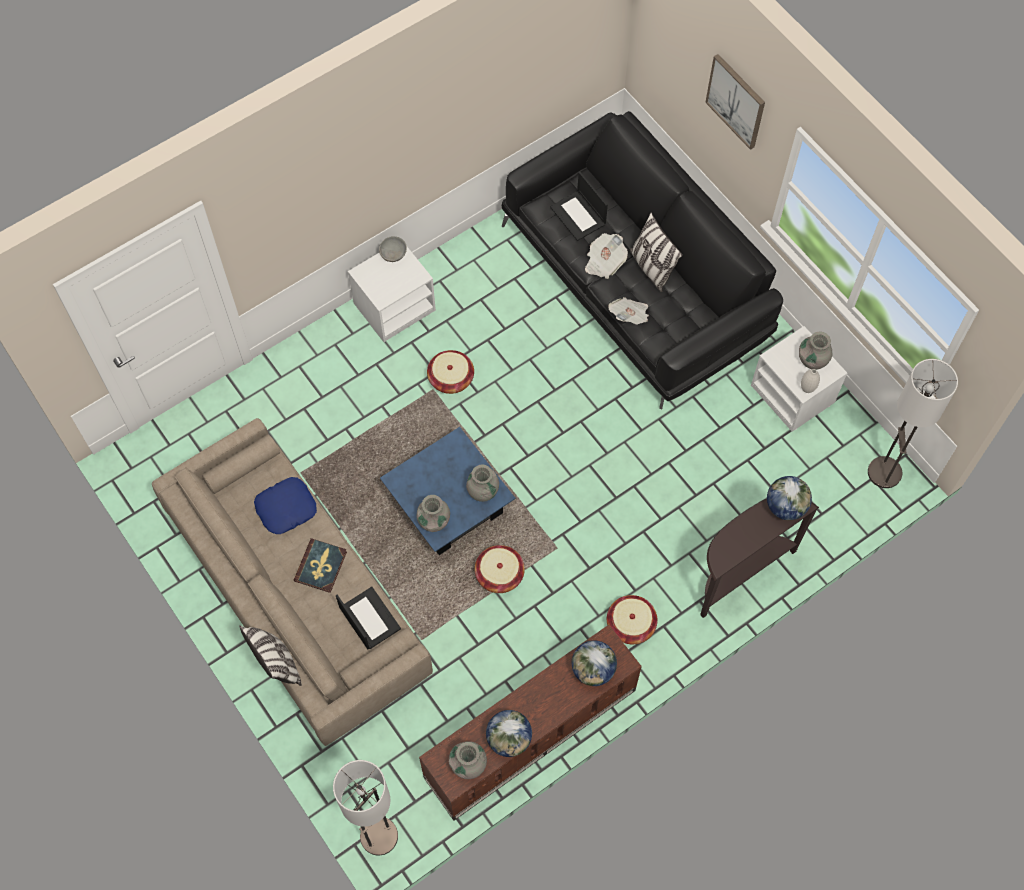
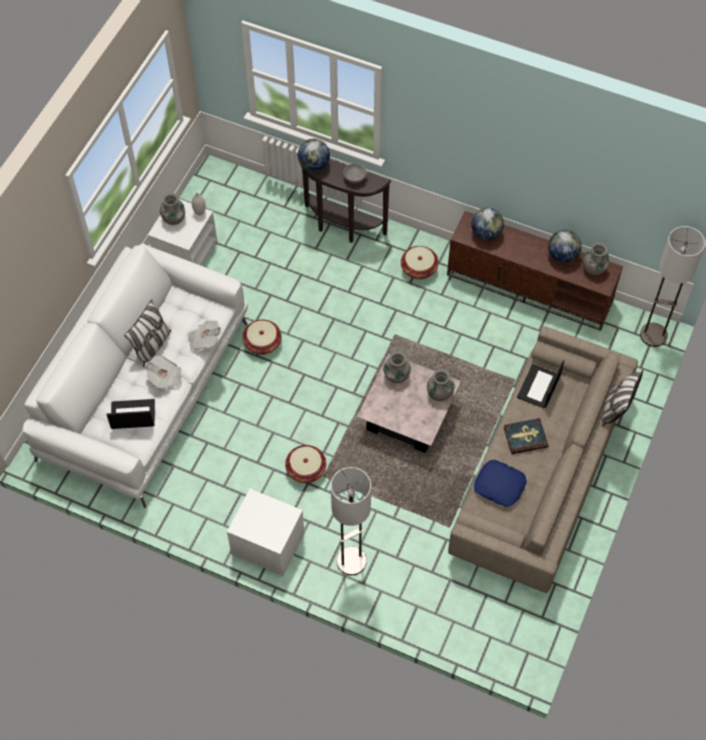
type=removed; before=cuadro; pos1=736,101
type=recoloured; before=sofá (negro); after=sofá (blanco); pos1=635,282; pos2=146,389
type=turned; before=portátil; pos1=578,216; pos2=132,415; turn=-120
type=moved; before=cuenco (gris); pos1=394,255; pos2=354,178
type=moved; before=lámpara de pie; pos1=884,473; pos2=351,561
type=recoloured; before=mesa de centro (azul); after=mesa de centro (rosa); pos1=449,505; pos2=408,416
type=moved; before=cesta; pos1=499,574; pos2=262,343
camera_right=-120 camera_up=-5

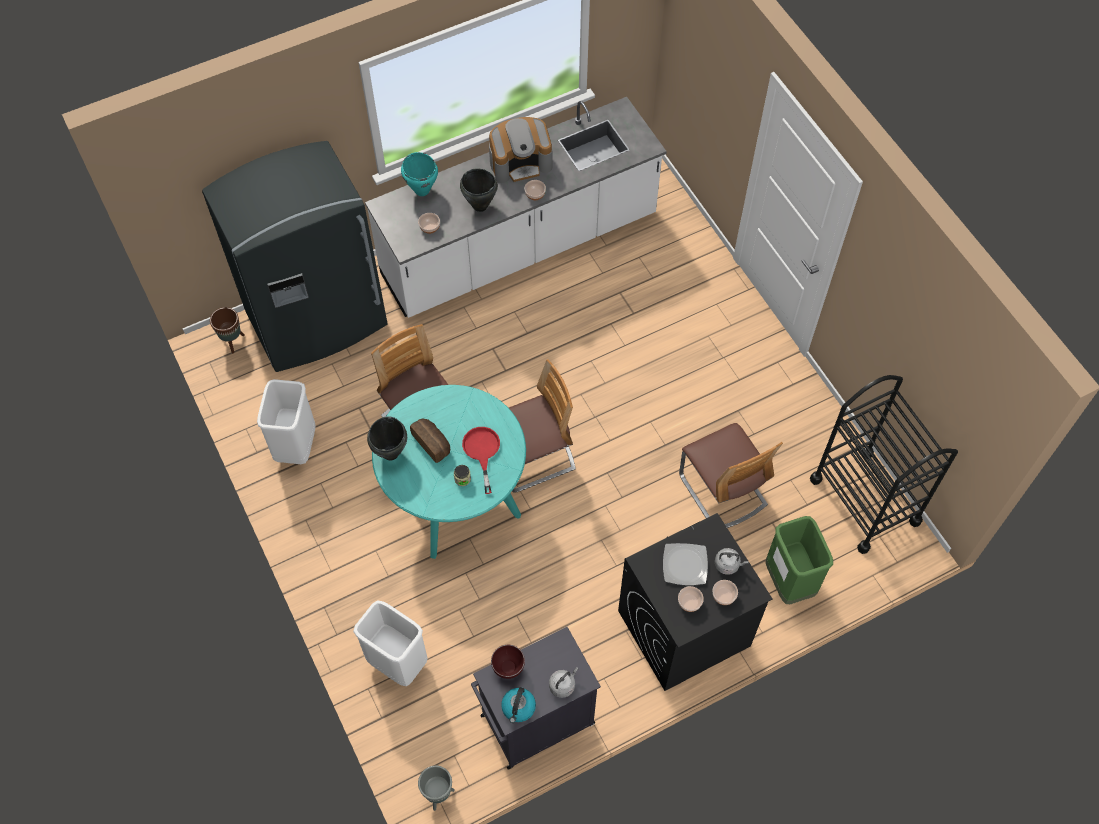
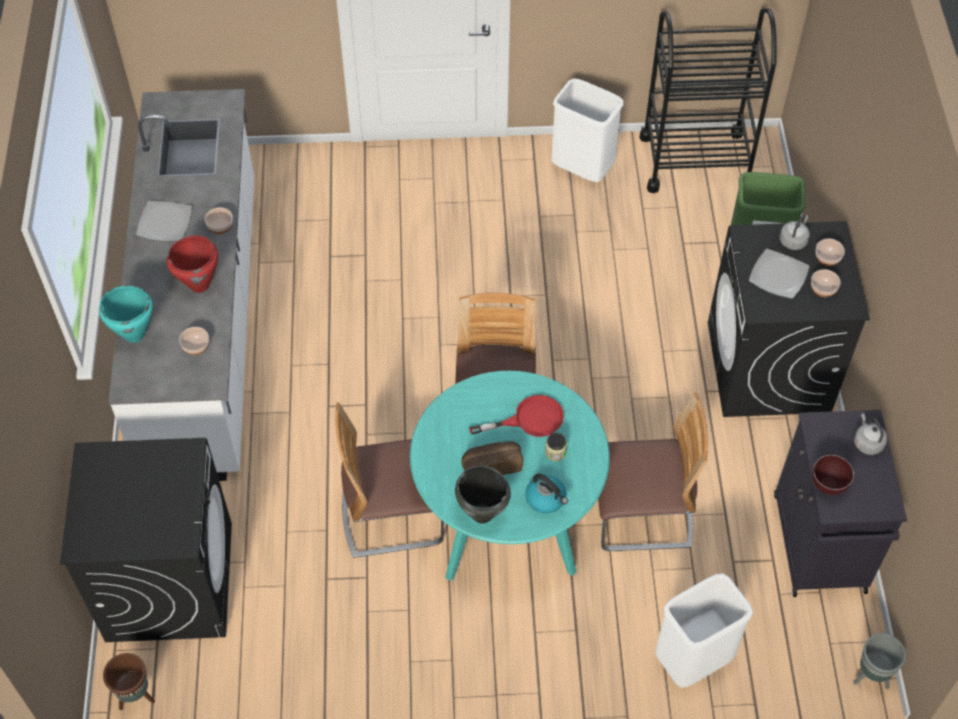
type=replaced; before=cafetera; after=plato; pos1=520,162; pos2=164,223
type=replaced; before=nevera (gris); after=lavadora (negro); pos1=318,321; pos2=169,581
type=recoloured; before=olla (negro); after=olla (rojo); pos1=480,206; pos2=200,285
type=moved; before=papelera (blanco); pos1=296,447; pos2=582,170
type=moved; before=silla; pos1=722,490; pos2=641,514
type=turned; before=sartén (rojo); pos1=482,452; pos2=529,420; turn=150
type=moved; before=hervidor; pos1=518,708; pos2=546,499
camera_right=-65 camera_up=-5

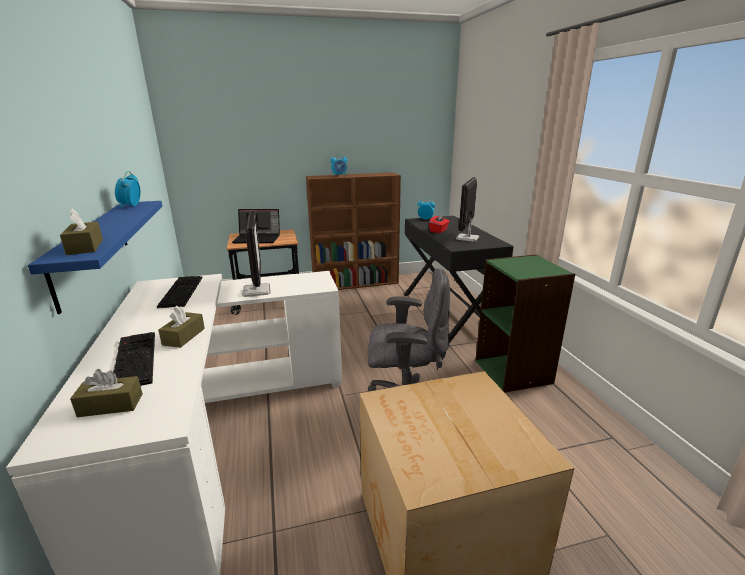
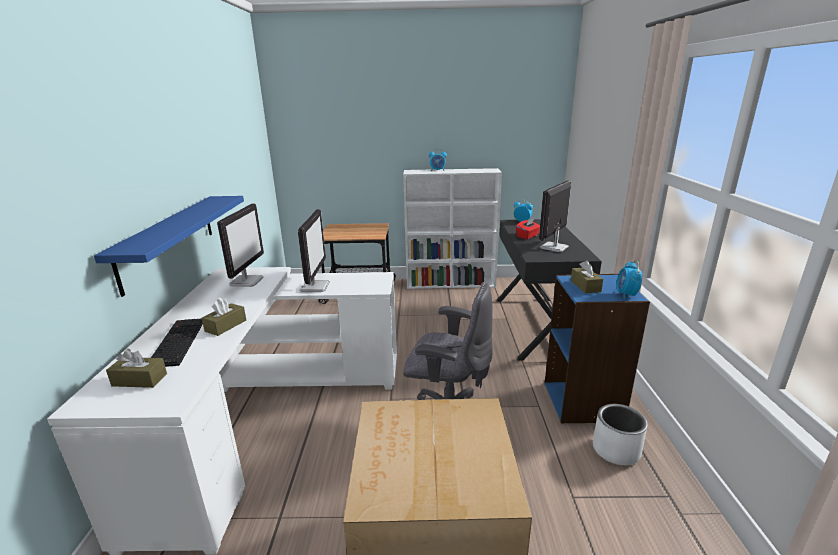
type=moved; before=despertador; pos1=131,206; pos2=626,295
type=recoloured; before=estantería (marrón); after=estantería (blanco); pos1=356,283; pos2=451,283
type=moved; before=caja de pañuelos (marrón); pos1=85,247; pos2=585,286
type=removed; before=portátil; pos1=258,238
type=recoloured; before=estantería (verde); after=estantería (azul); pos1=514,371; pos2=583,401
type=replaced; before=teclado; after=monitor; pos1=180,291; pos2=246,281
type=added; after=maceta (blanco); pos2=616,450
camera_right=15 camera_up=0

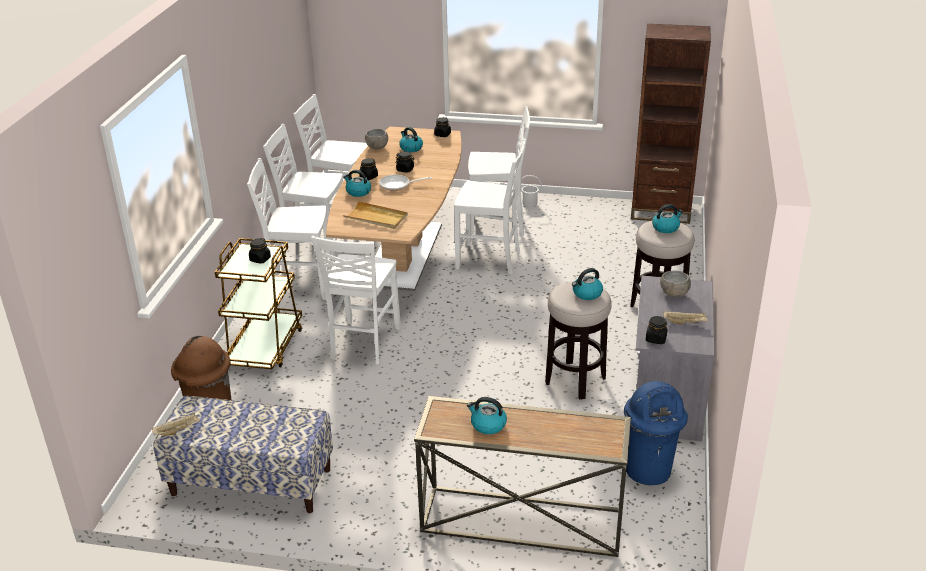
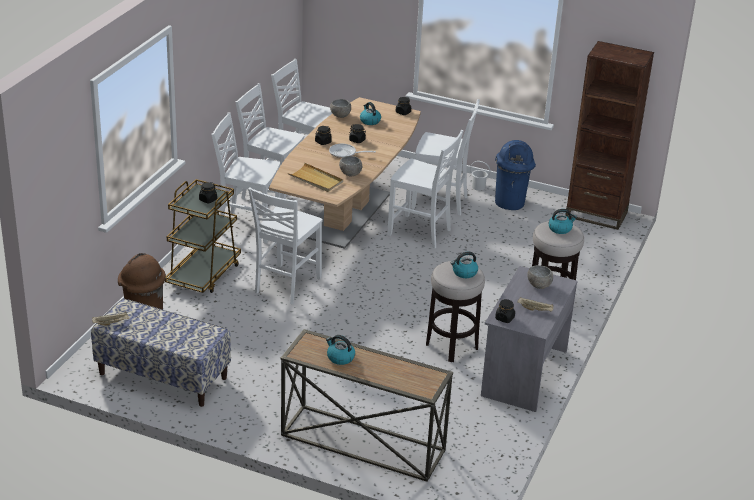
type=removed; before=hervidor; pos1=358,192
type=moved; before=papelera (azul); pos1=649,470; pos2=510,203
type=added; after=cuenco (gris); pos2=350,174
camera_right=10 camera_up=0

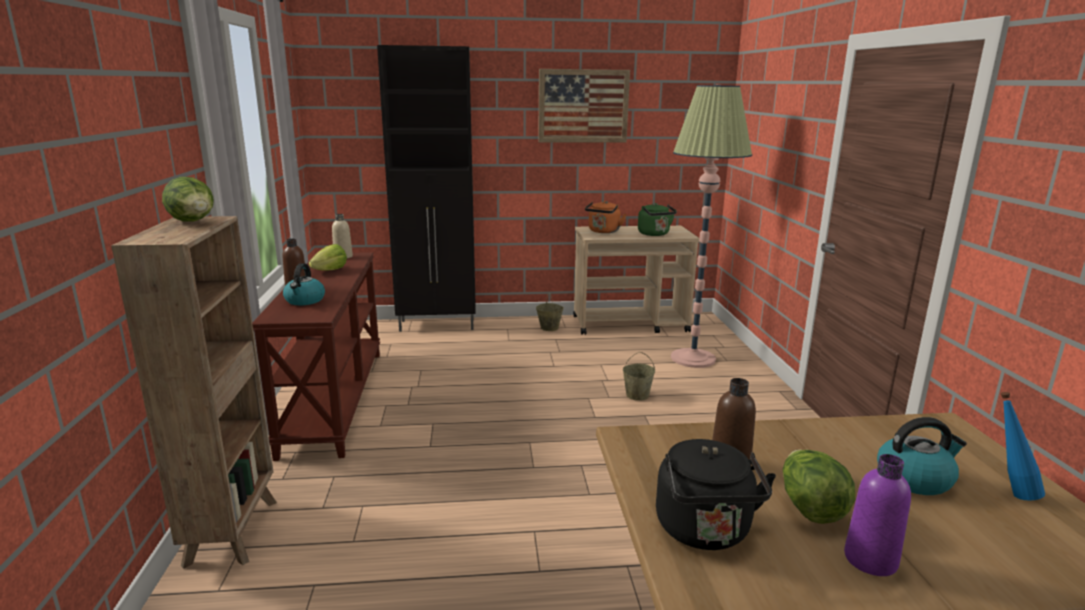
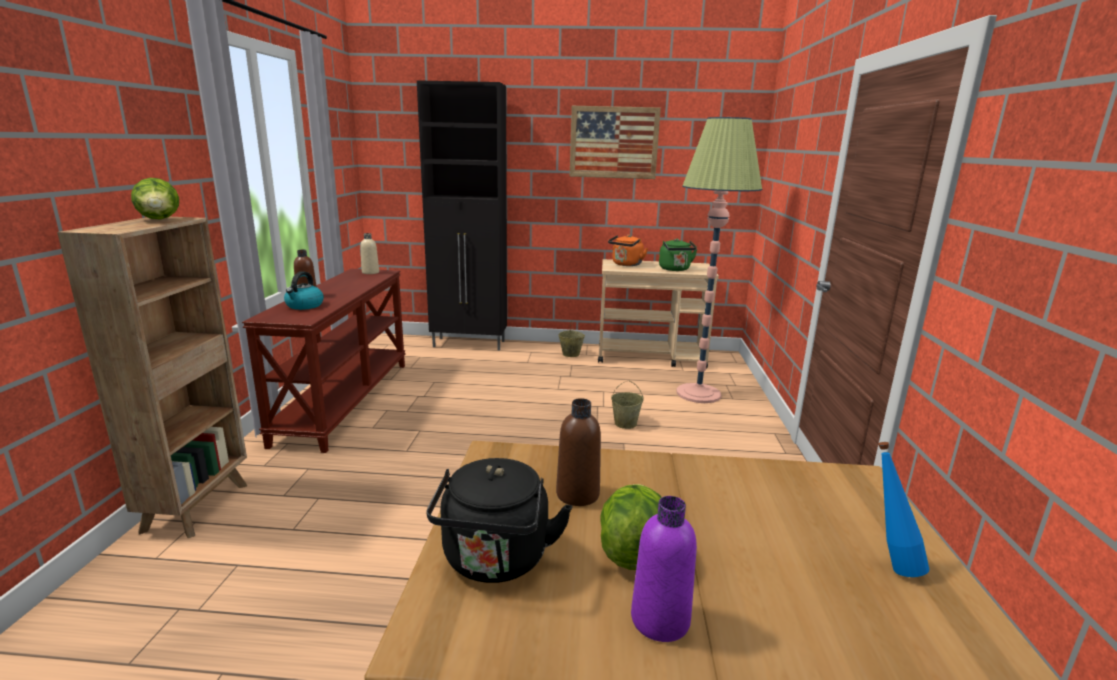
type=removed; before=lechuga; pos1=330,270
type=removed; before=hervidor; pos1=915,478
camera_right=10 camera_up=0

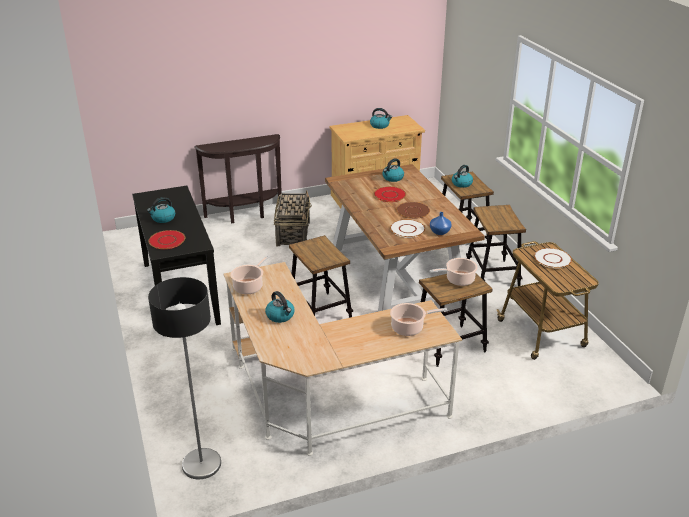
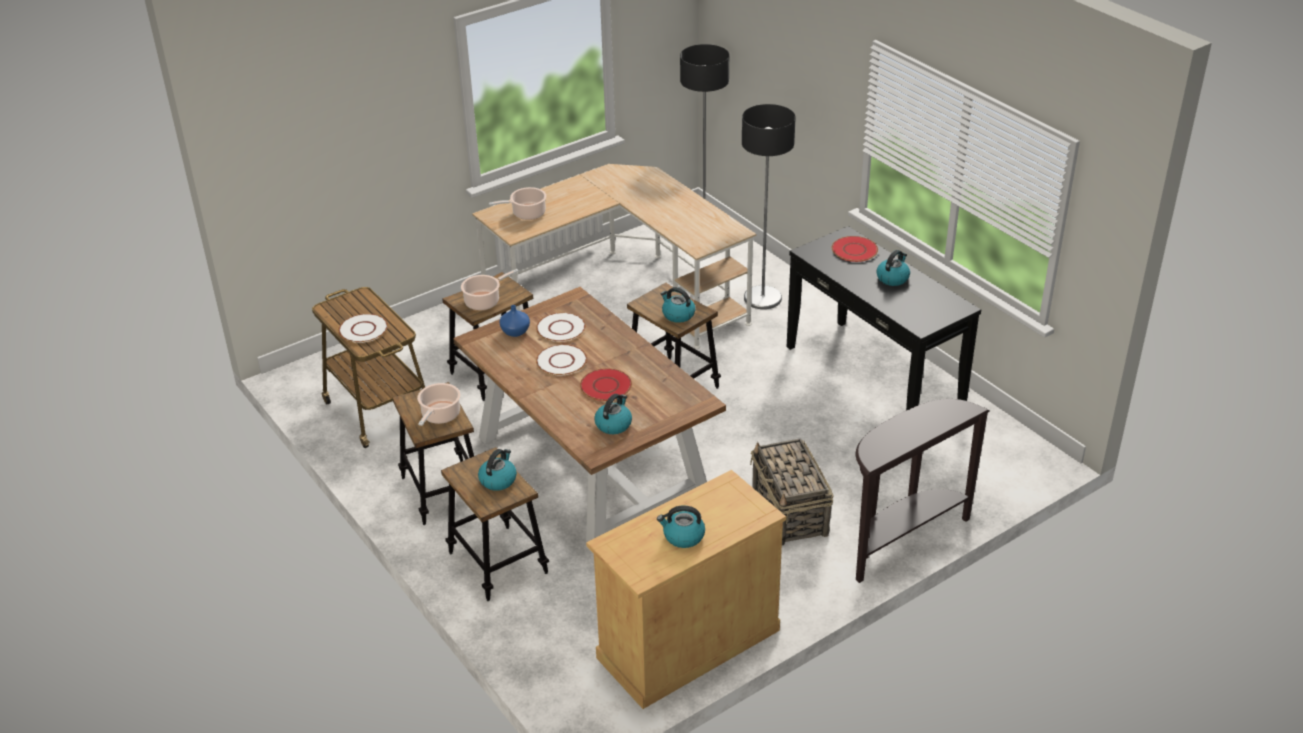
type=recoloured; before=plato (marrón); after=plato (blanco); pos1=413,211; pos2=561,361
type=moved; before=olla; pos1=249,286; pos2=440,416
type=moved; before=hervidor; pos1=280,316; pos2=677,315
type=added; after=lámpara de pie; pos2=762,298
camera_right=165 camera_up=5

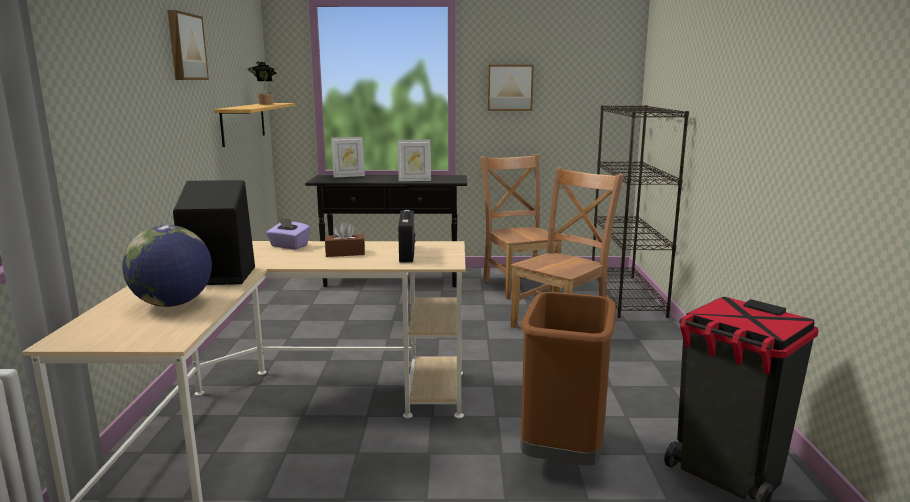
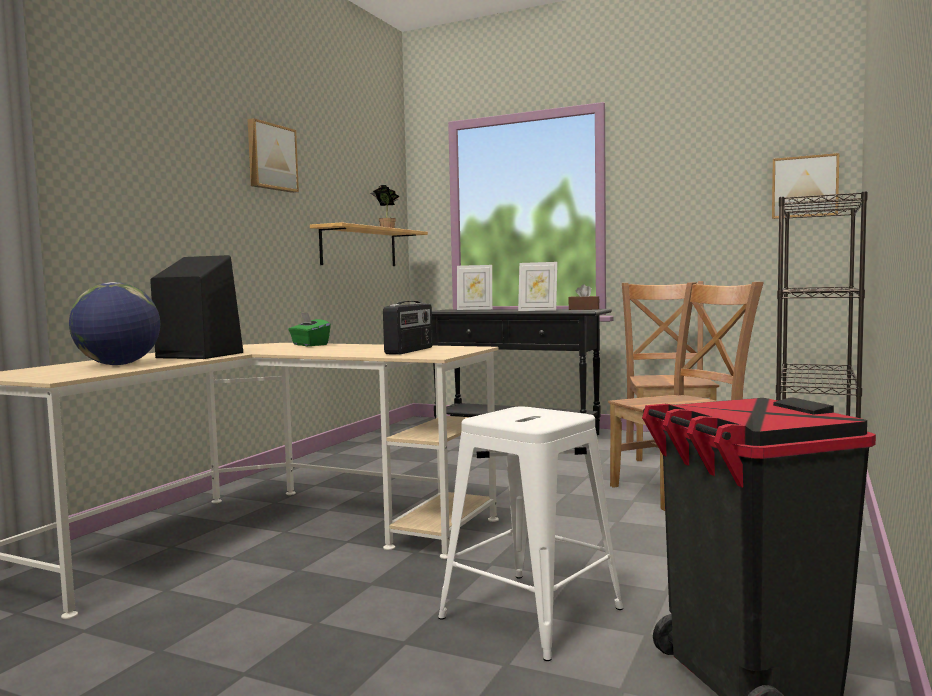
type=moved; before=cuadro; pos1=510,87; pos2=804,187
type=recoloured; before=caja de pañuelos (morado); after=caja de pañuelos (verde); pos1=289,246; pos2=309,345
type=moved; before=caja de pañuelos (marrón); pos1=345,253; pos2=584,309
type=replaced; before=papelera (marrón); after=taburete (blanco); pos1=563,453; pos2=531,613
camera_right=25 camera_up=-10

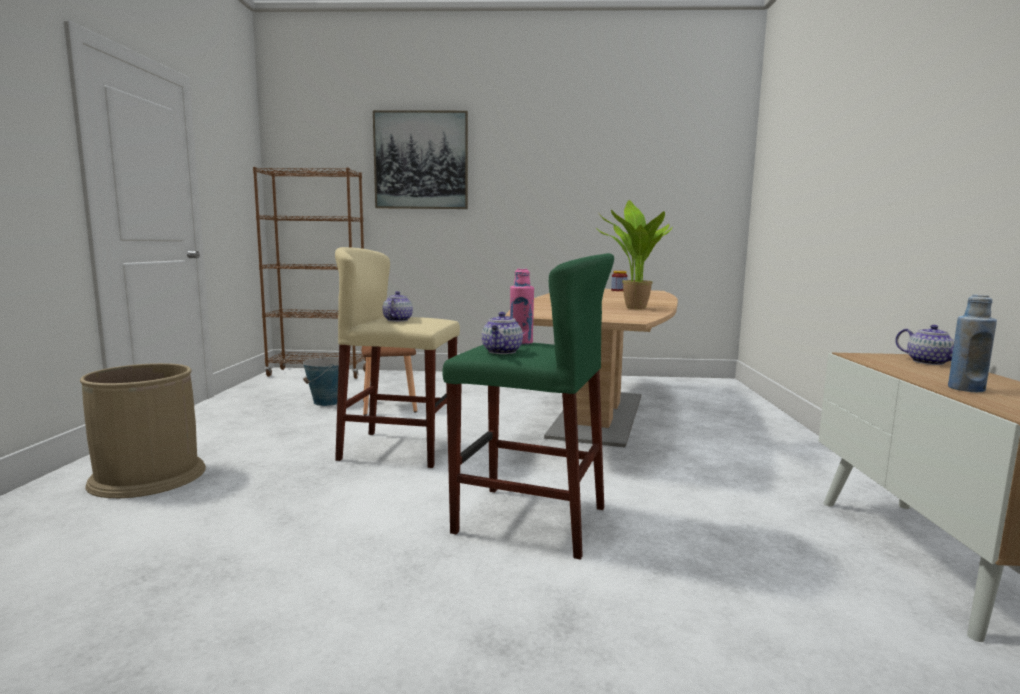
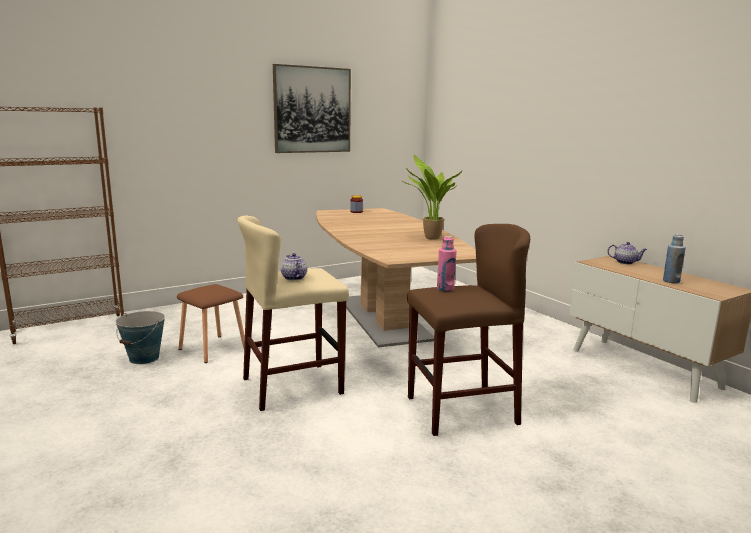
type=moved; before=cuadro; pos1=421,160; pos2=312,110
type=recoloured; before=taburete (verde); after=taburete (marrón); pos1=530,520; pos2=461,410
type=removed; before=tetera; pos1=502,352
type=removed; before=papelera (marrón); pos1=148,476
camera_right=-35 camera_up=5

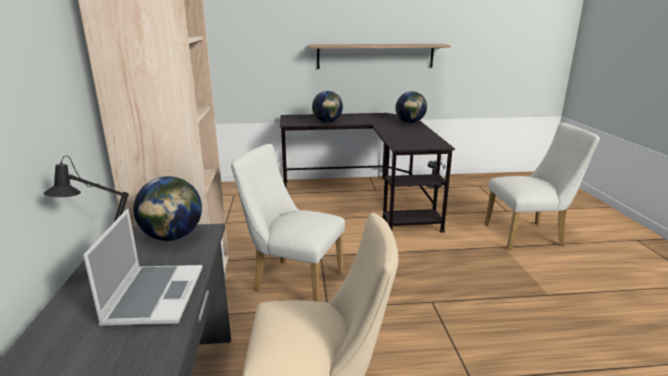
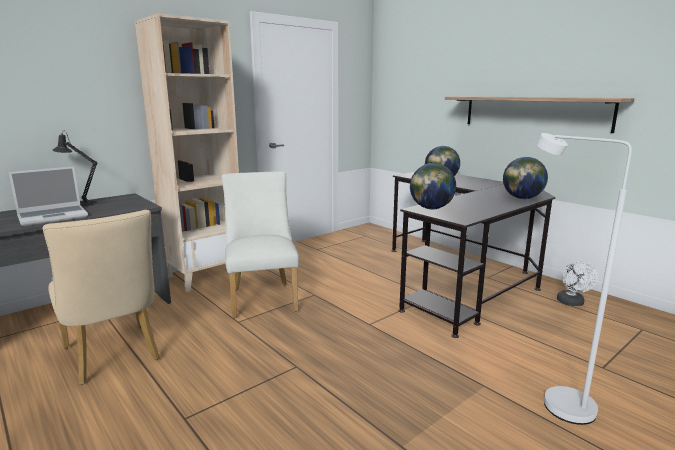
type=replaced; before=silla (blanco); after=lámpara de pie (blanco); pos1=529,235; pos2=555,401
type=moved; before=globo terráqueo; pos1=172,237; pos2=431,208
camera_right=55 camera_up=-5

